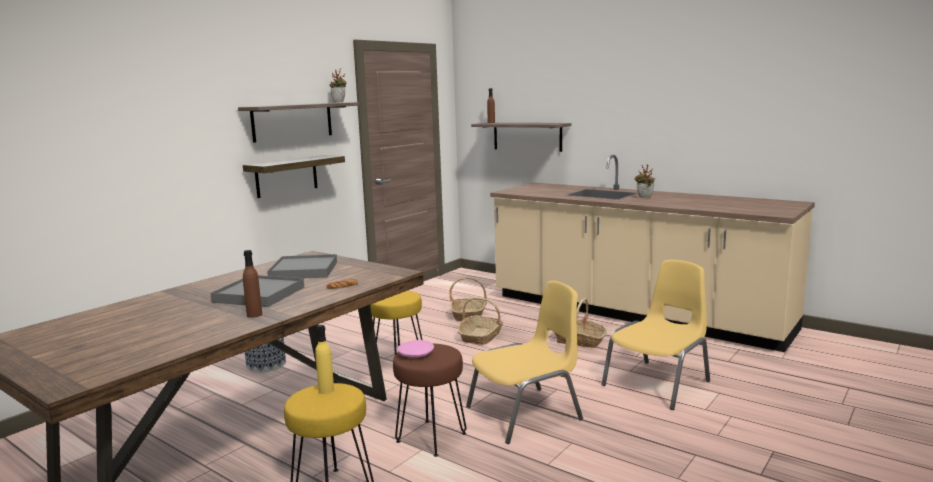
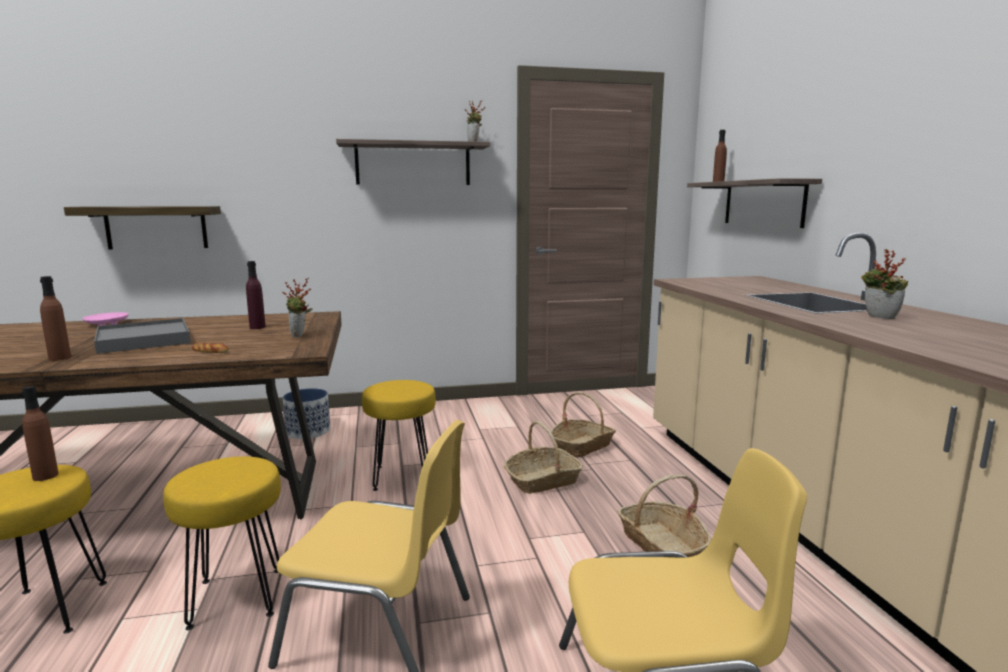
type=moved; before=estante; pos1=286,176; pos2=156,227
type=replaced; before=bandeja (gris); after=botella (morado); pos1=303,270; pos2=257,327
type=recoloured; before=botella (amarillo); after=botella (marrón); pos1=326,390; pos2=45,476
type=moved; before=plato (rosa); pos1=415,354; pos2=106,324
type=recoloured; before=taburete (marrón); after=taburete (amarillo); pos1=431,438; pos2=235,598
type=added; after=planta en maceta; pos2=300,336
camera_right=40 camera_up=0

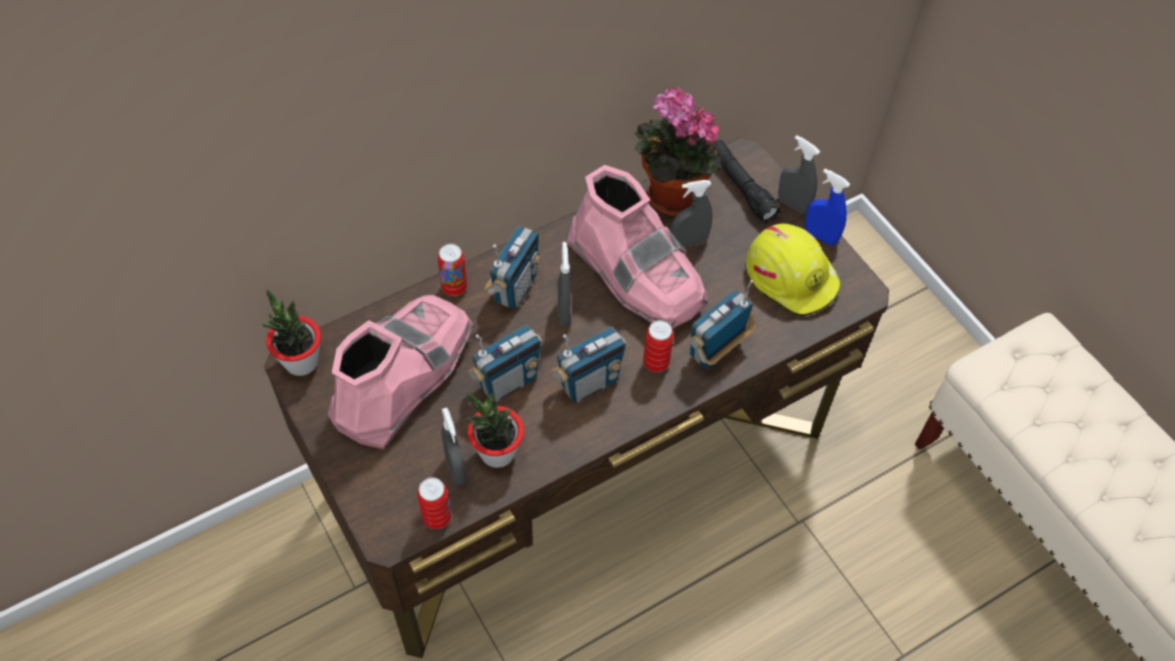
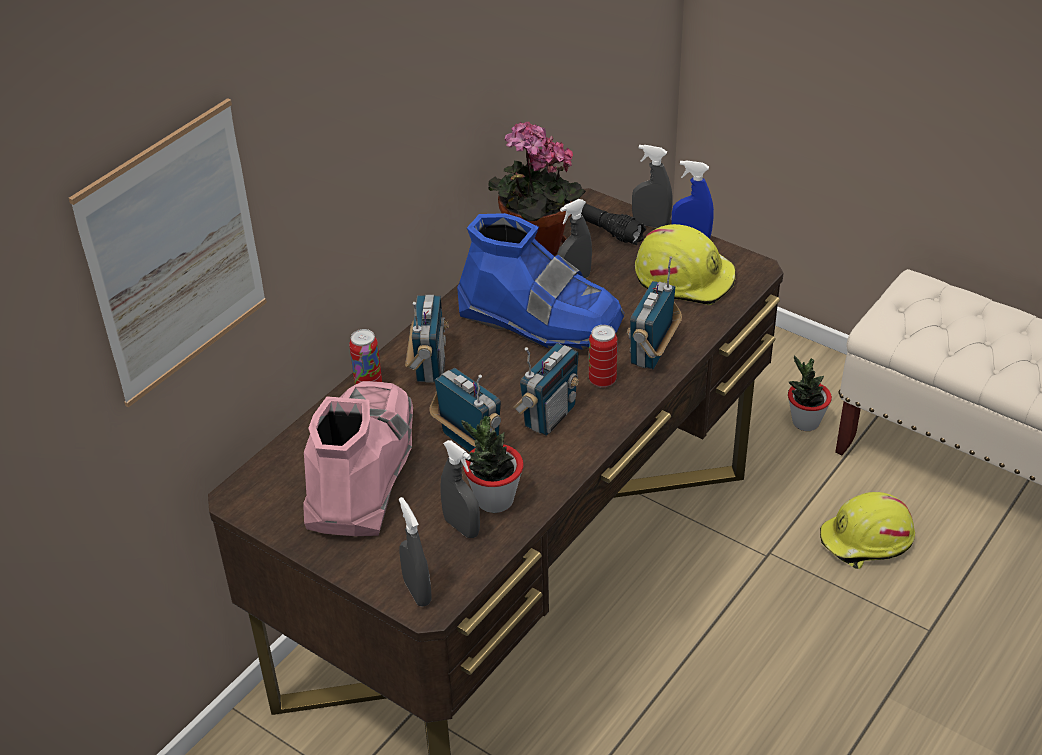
type=recoloured; before=bota (rosa); after=bota (azul); pos1=636,275; pos2=541,320
type=moved; before=pulverizador (gris); pos1=564,312; pos2=417,592
type=moved; before=planta en maceta; pos1=301,362; pos2=805,422
type=turned; before=radio; pos1=507,382; pos2=469,441; turn=-75
type=removed; before=lata; pos1=437,517
type=added; after=cuadro; pos2=175,254
type=added; after=casco (amarillo); pos2=866,541
camera_right=-20 camera_up=-15

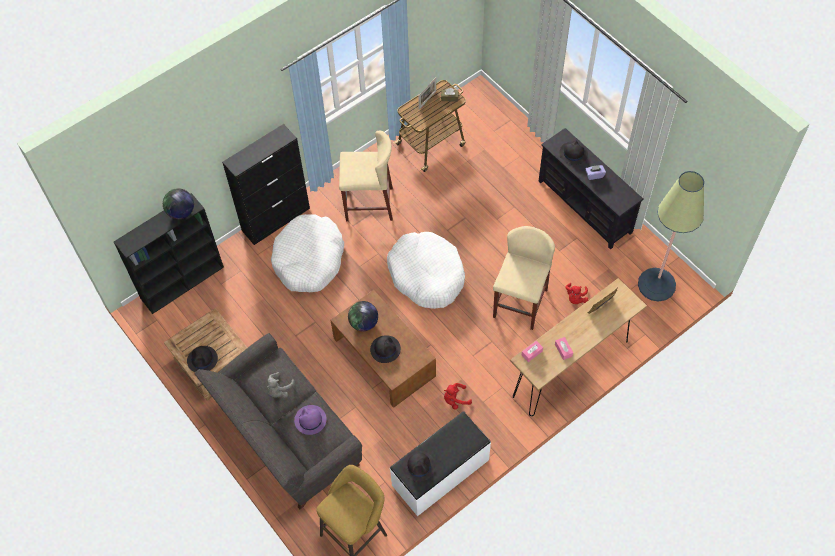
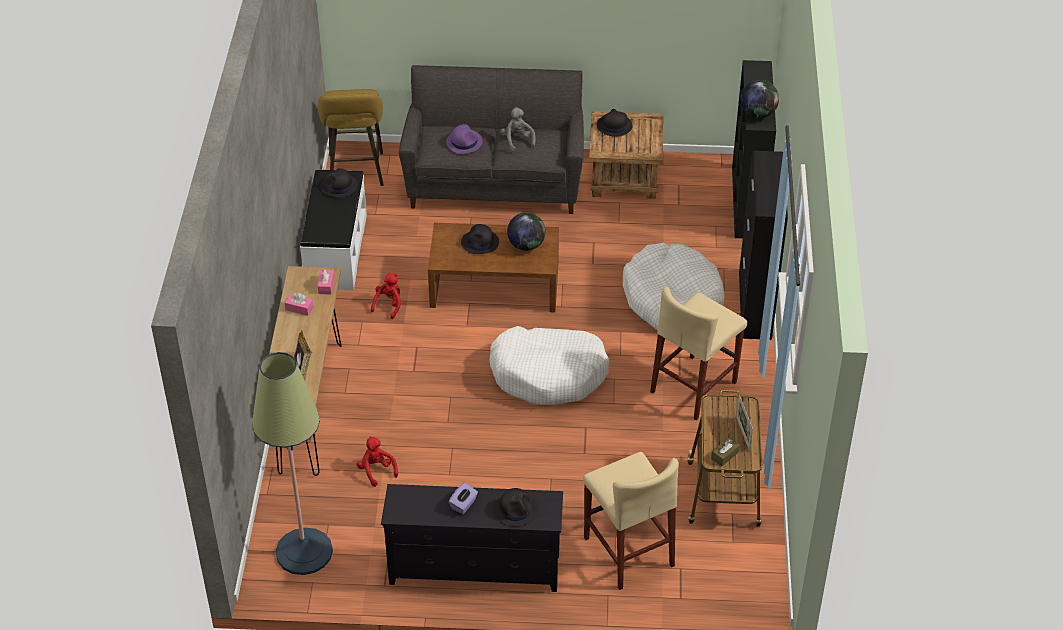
type=moved; before=taburete (beis); pos1=520,303; pos2=628,551
camera_right=130 camera_up=-15

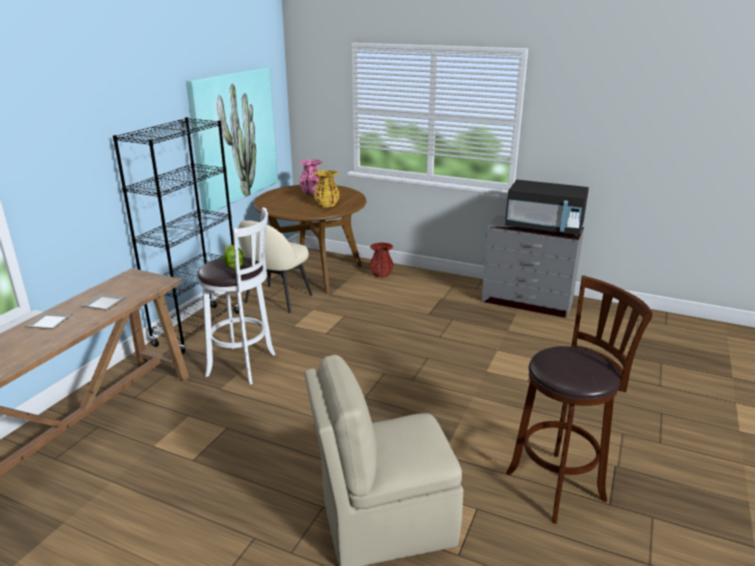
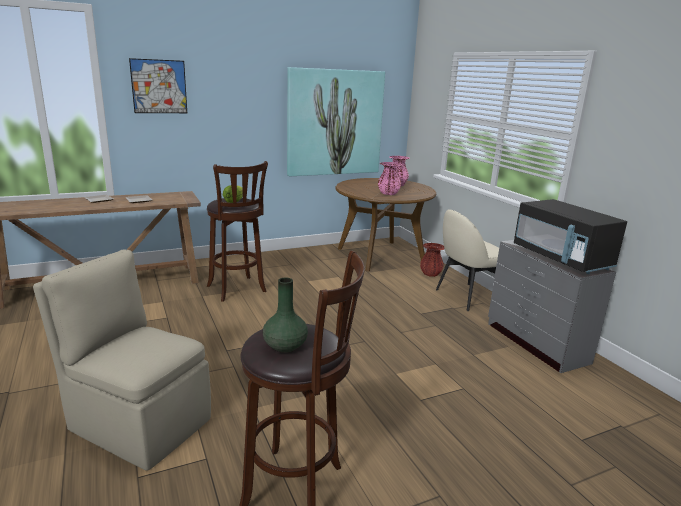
type=removed; before=estantería (negro); pos1=198,328
type=recoloured; before=florero (amarillo); after=florero (rosa); pos1=327,205; pos2=388,193
type=recoloured; before=taburete (blanco); after=taburete (marrón); pos1=245,365; pos2=237,290
type=moved; before=silla (beis); pos1=277,300; pos2=466,297
type=added; after=cuadro; pos2=159,86
type=added; after=florero (verde); pos2=284,346
camera_right=40 camera_up=-5

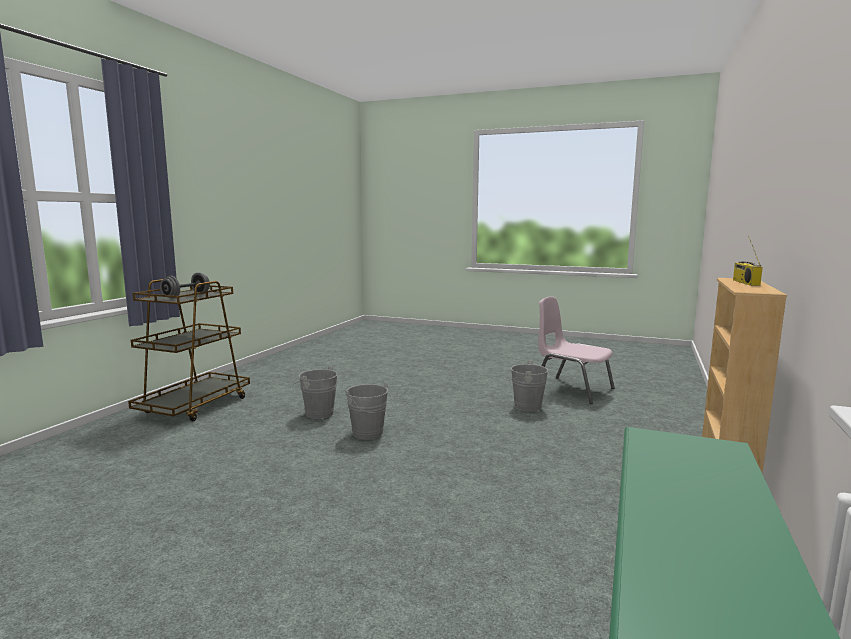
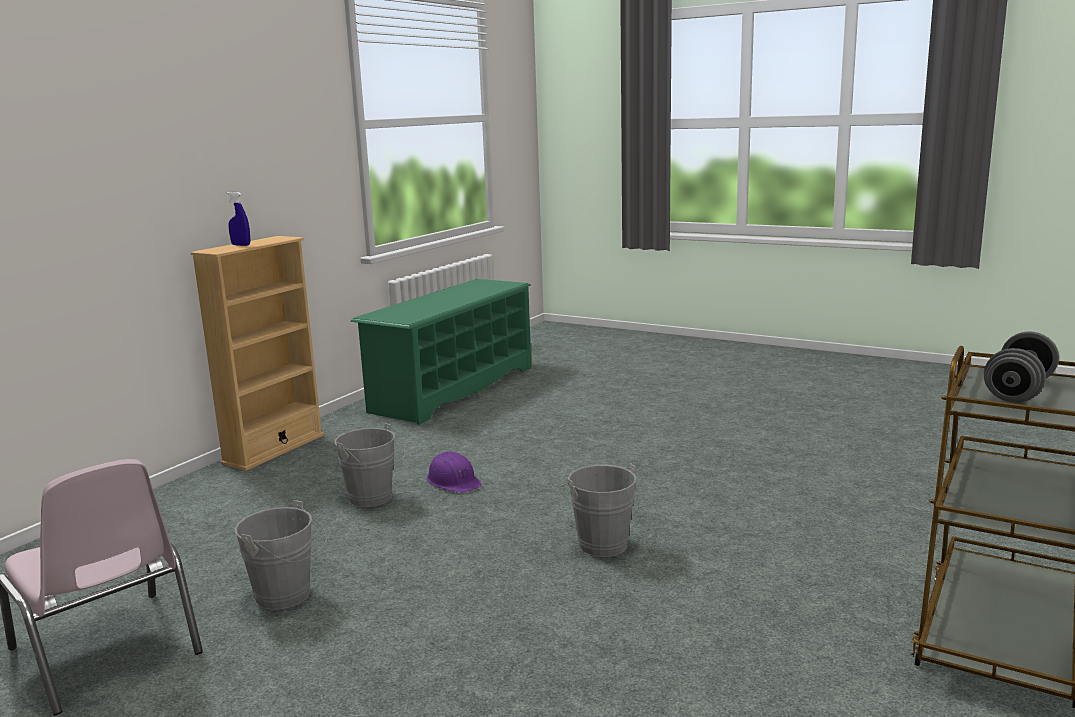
type=replaced; before=radio; after=pulverizador (azul); pos1=744,282; pos2=241,245
type=moved; before=cubo (gris); pos1=317,413; pos2=374,499
type=added; after=casco (morado); pos2=453,481
camera_right=-170 camera_up=5

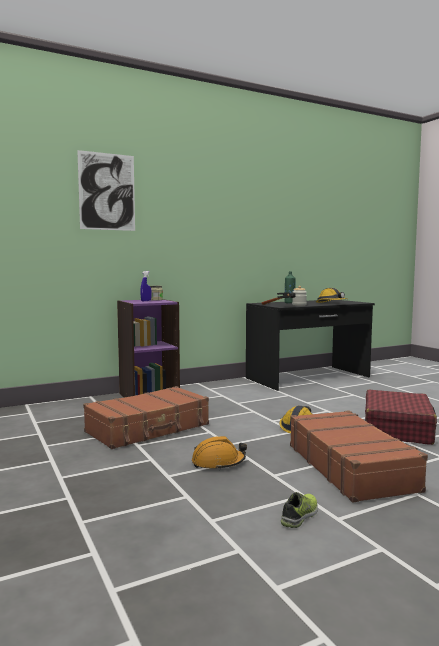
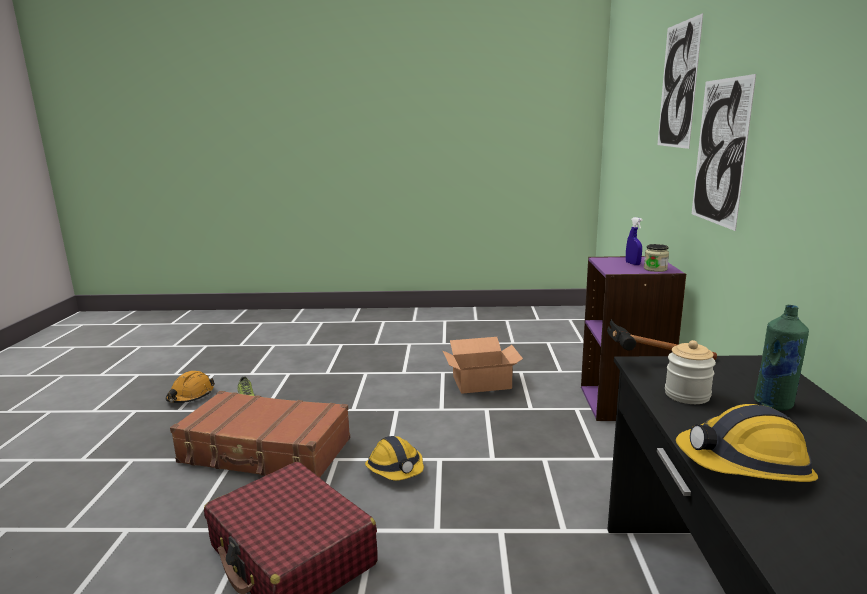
type=replaced; before=maleta (marrón); after=caja de cartón; pos1=148,429; pos2=482,382
type=moved; before=casco (naranja); pos1=218,463; pos2=190,396
type=added; after=cuadro; pos2=720,152
camera_right=120 camera_up=10

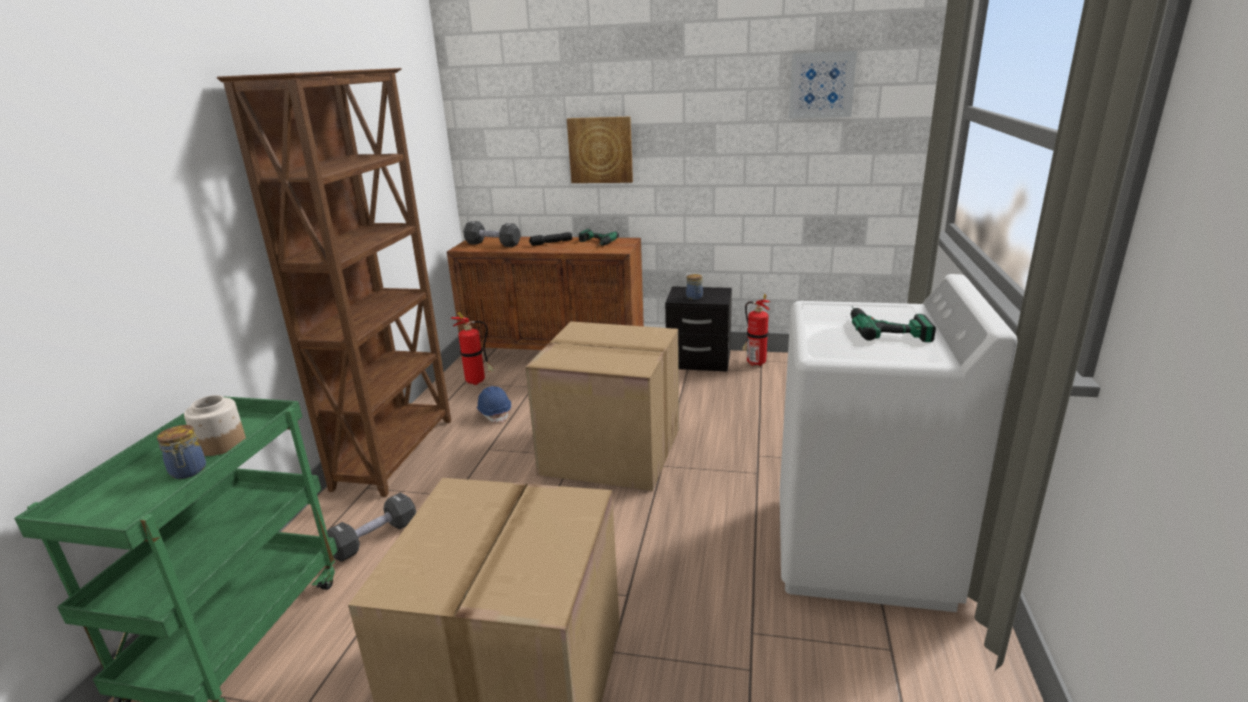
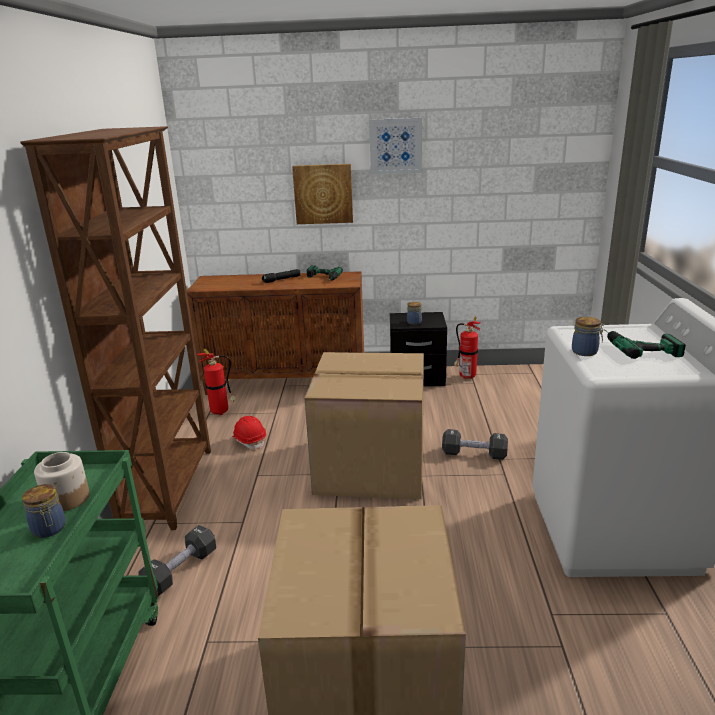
type=moved; before=cuadro; pos1=821,85; pos2=395,146
type=moved; before=mancuerna (negro); pos1=493,244; pos2=474,454
type=recoloured; before=casco (azul); after=casco (rojo); pos1=494,413; pos2=249,440
type=added; after=tarro; pos2=585,352
camera_right=-10 camera_up=0

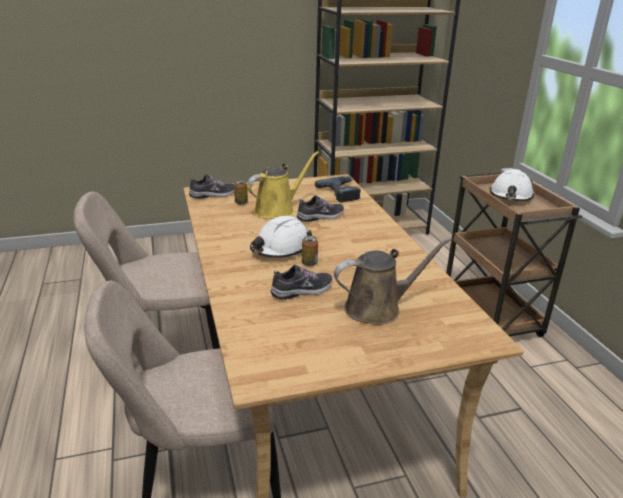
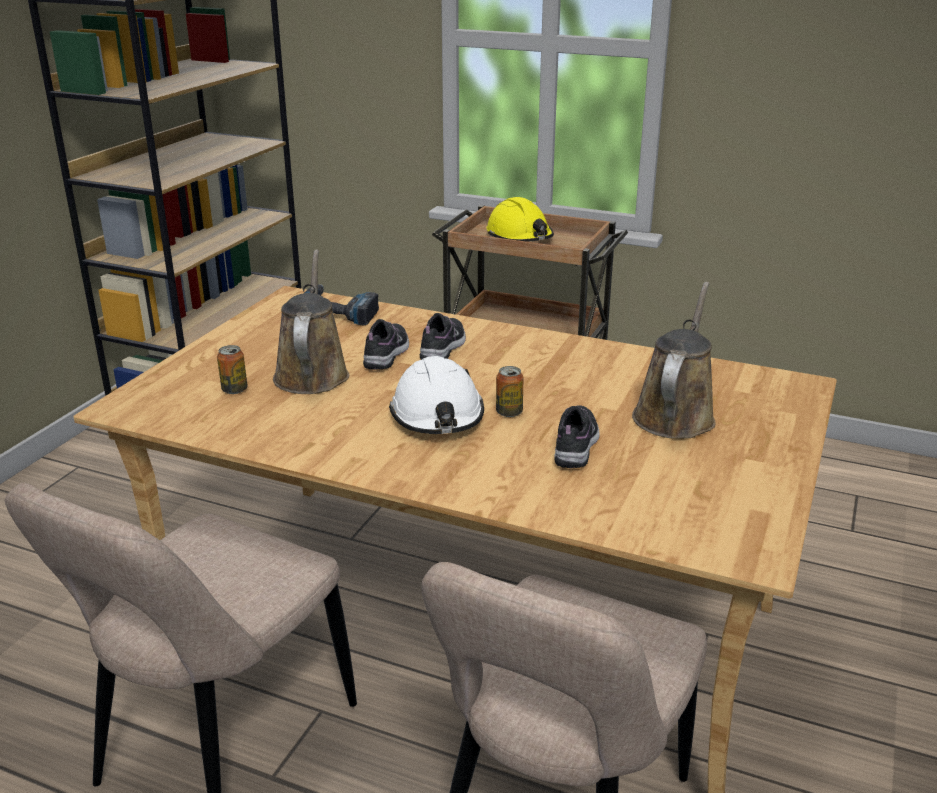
type=recoloured; before=regadera (amarillo); after=regadera (marrón); pos1=277,210; pos2=312,373
type=recoloured; before=casco (blanco); after=casco (amarillo); pos1=510,196; pos2=520,237
type=moved; before=zapato; pos1=213,195; pos2=443,347
camera_right=-50 camera_up=0

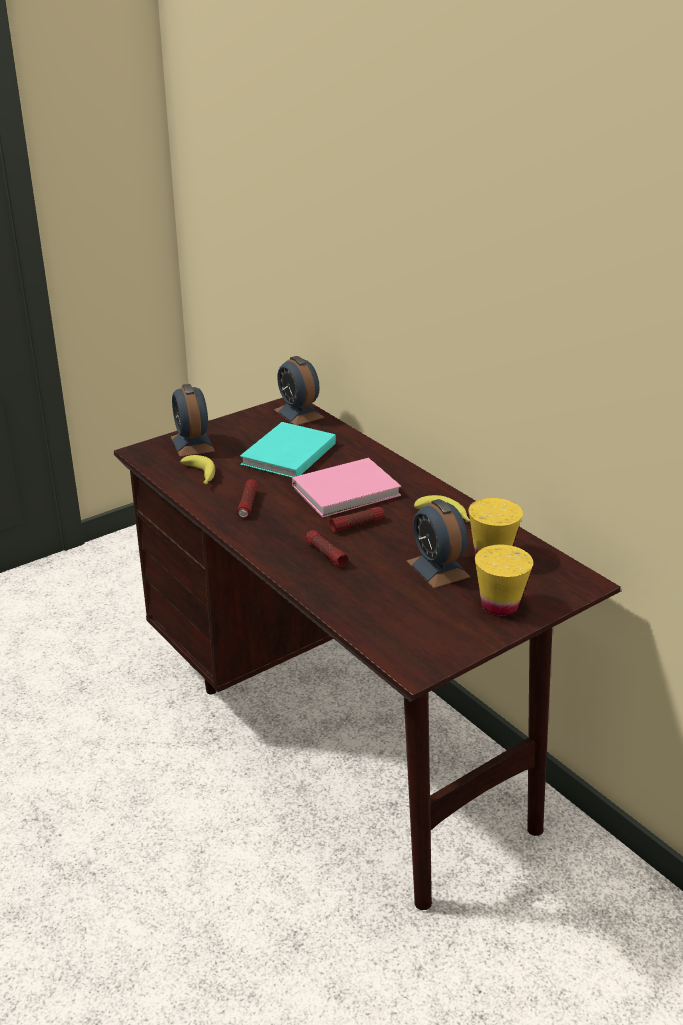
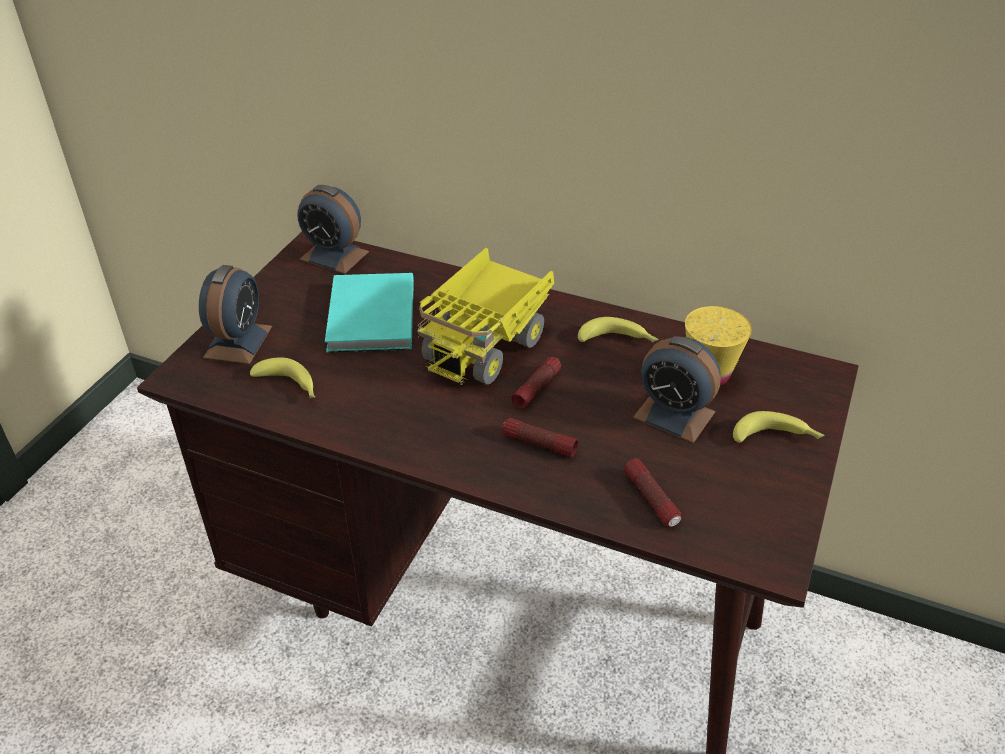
type=turned; before=despertador; pos1=192,444; pos2=238,342; turn=-120
type=replaced; before=libro (rosa); after=camión de juguete; pos1=349,491; pos2=487,344
type=moved; before=linterna; pos1=248,504; pos2=651,499
type=replaced; before=taza (amarillo); after=plátano; pos1=499,605; pos2=776,438
camera_right=-30 camera_up=10

